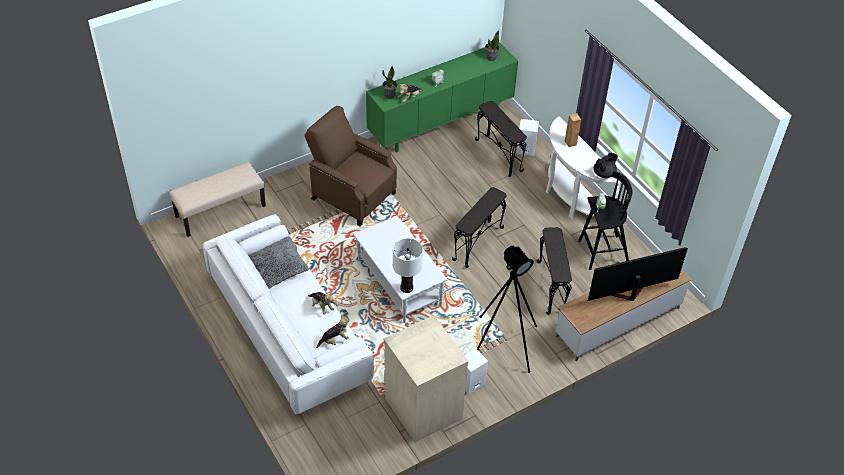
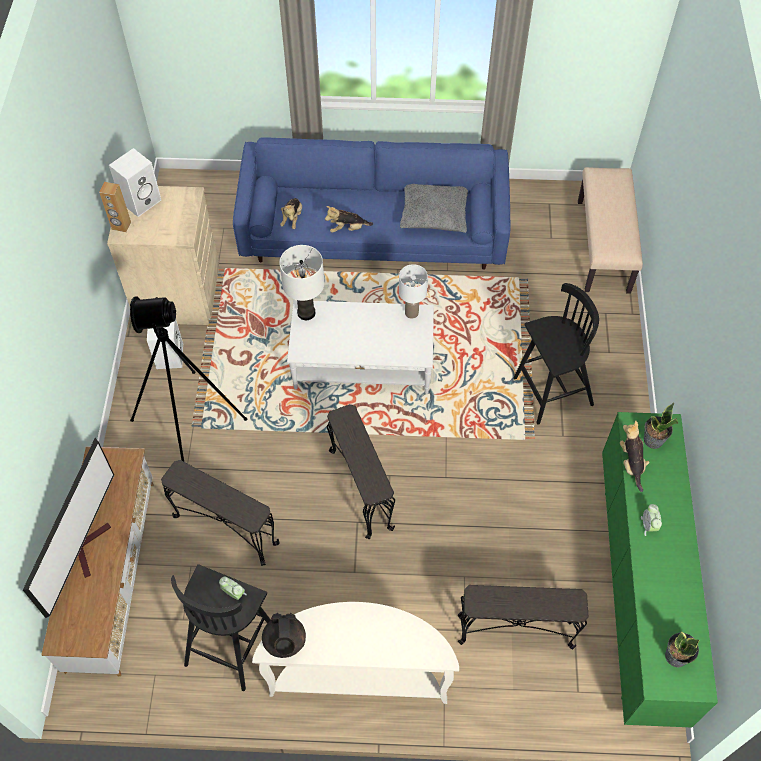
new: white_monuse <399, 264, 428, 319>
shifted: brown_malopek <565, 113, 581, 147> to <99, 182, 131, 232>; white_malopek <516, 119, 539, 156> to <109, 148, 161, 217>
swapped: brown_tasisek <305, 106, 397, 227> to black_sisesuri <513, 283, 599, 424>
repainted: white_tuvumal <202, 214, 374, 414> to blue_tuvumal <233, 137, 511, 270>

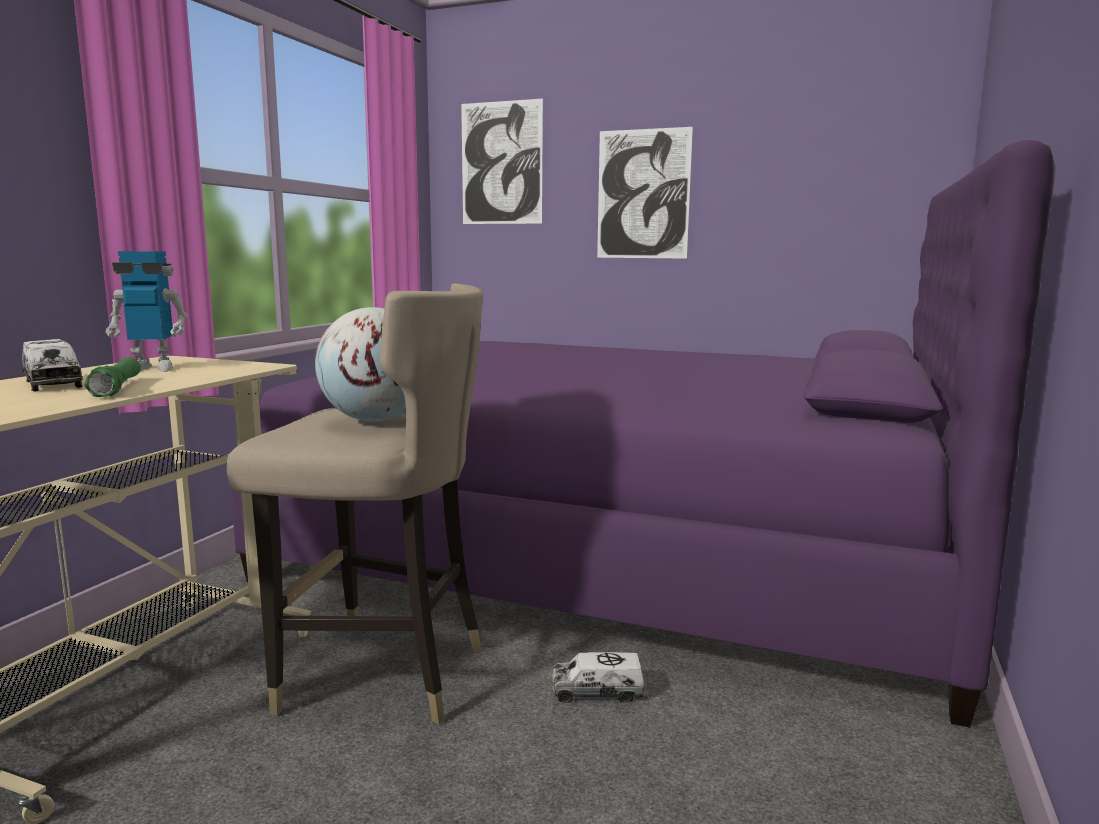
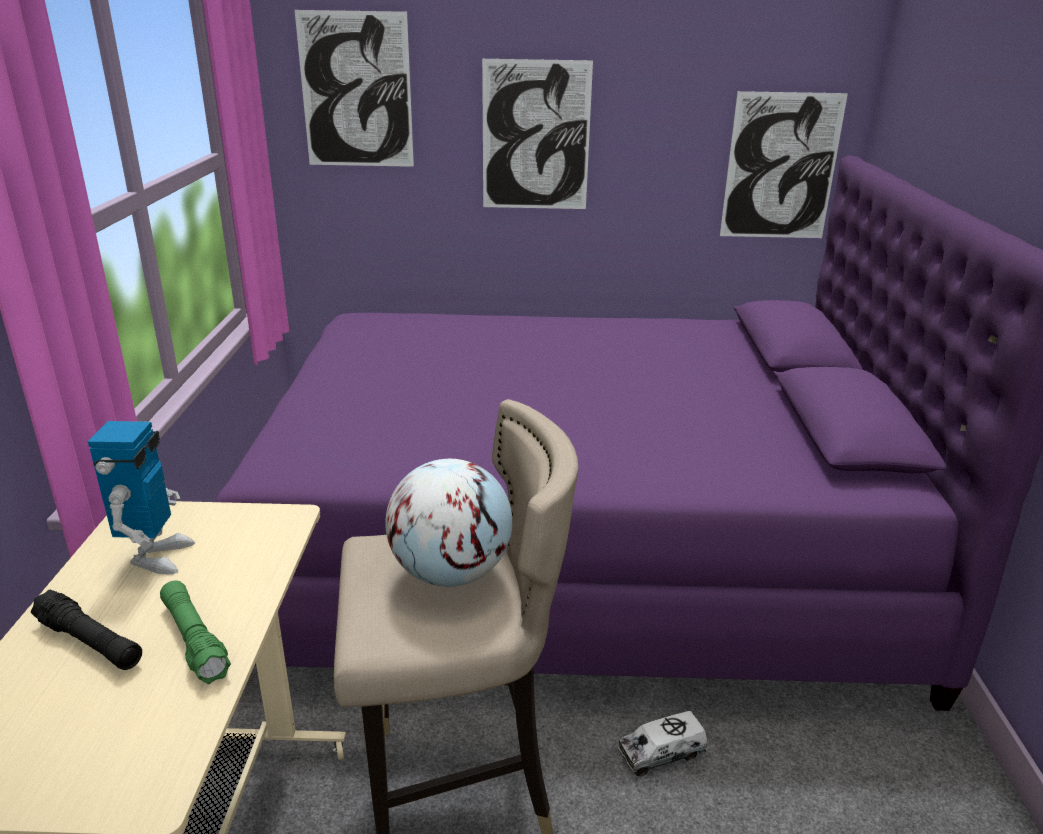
new: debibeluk <720, 91, 848, 238>
swapped: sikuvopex <22, 339, 83, 391> to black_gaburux <31, 590, 142, 670>
rotated: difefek <106, 251, 188, 372> = <88, 421, 195, 574> 60 degrees counterclockwise

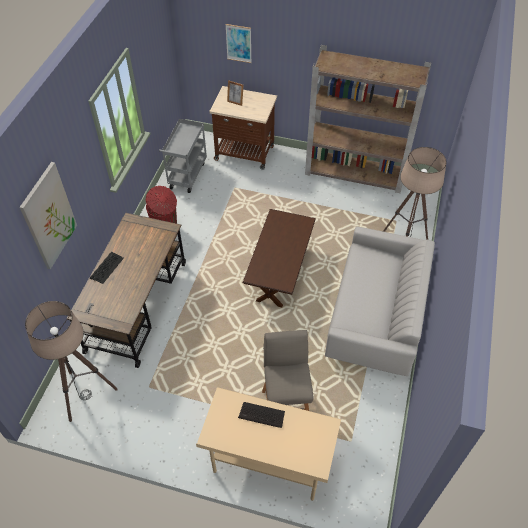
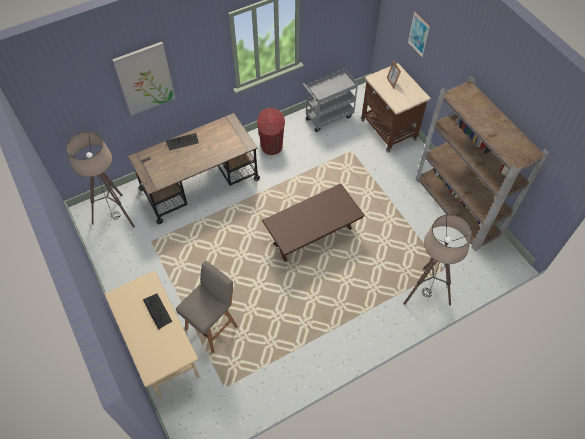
gone: grey_tuvumal <325, 227, 435, 376>

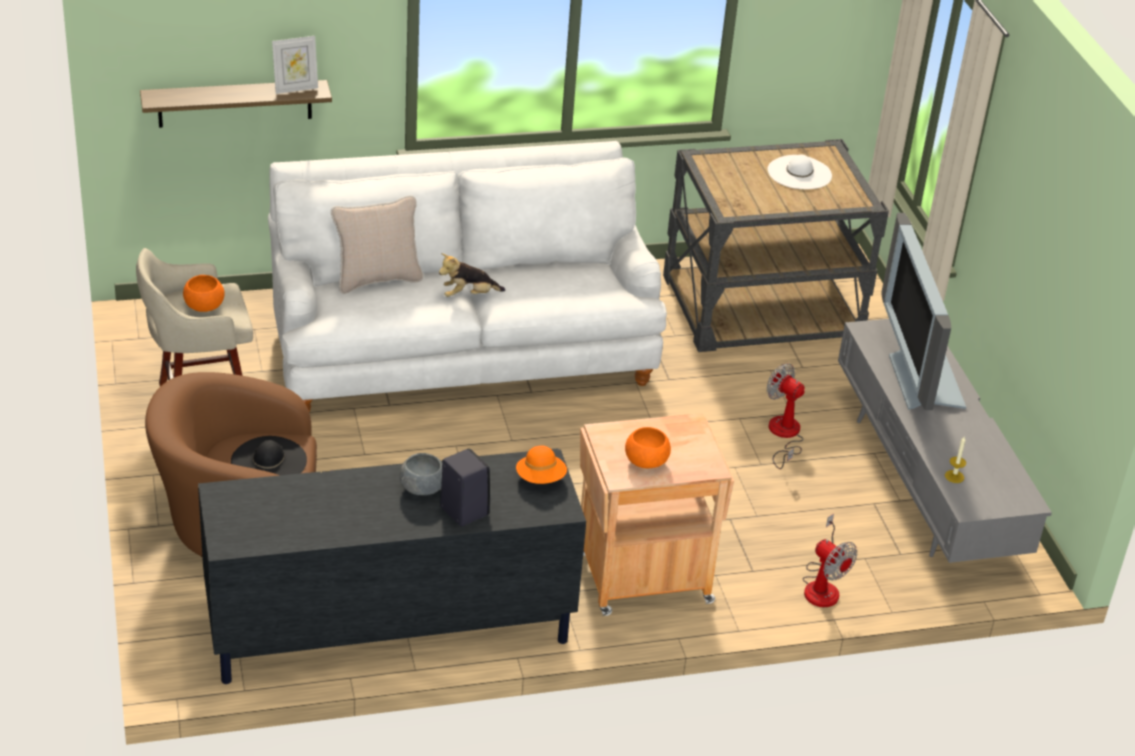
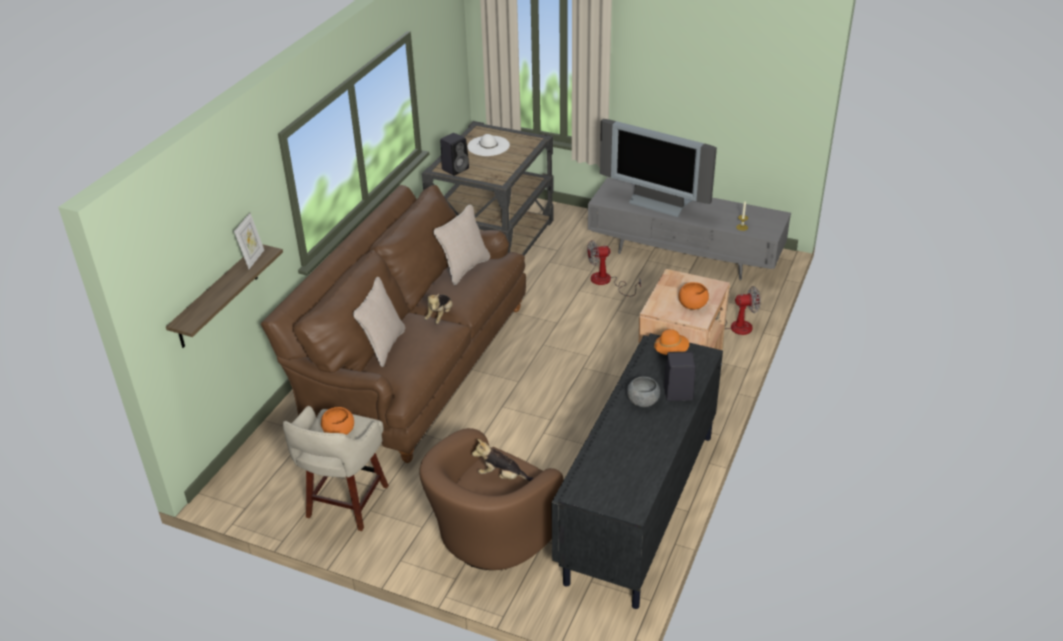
new: black_malopek <440, 133, 469, 176>; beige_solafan <434, 205, 490, 285>
swapped: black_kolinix <231, 436, 307, 475> to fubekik <472, 439, 533, 481>
repainted: white_tuvumal <268, 141, 667, 412> to brown_tuvumal <261, 185, 526, 463>

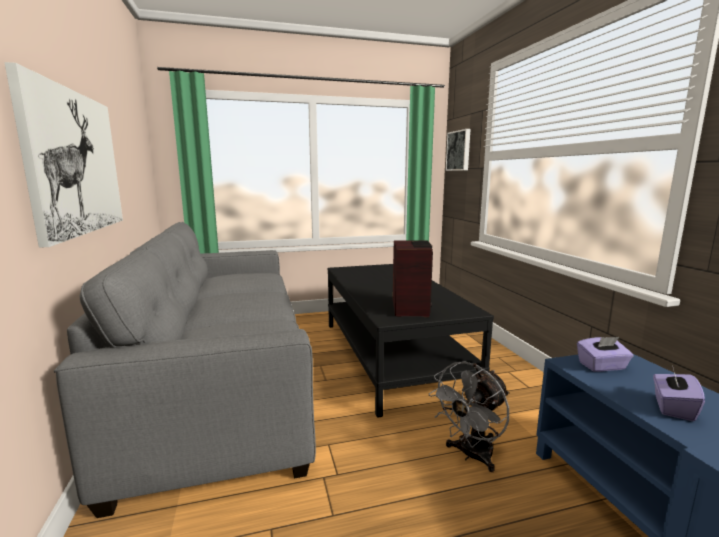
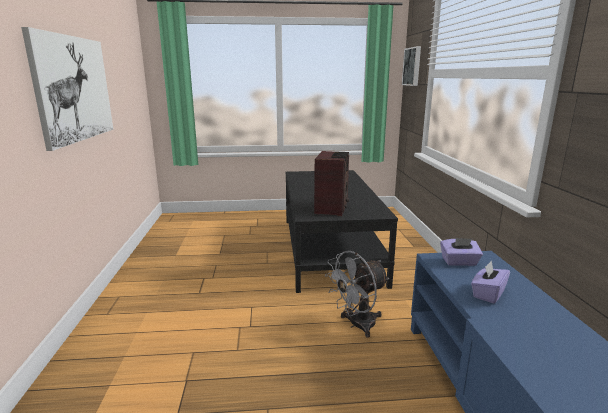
gone: grey_tuvumal <54, 222, 316, 518>

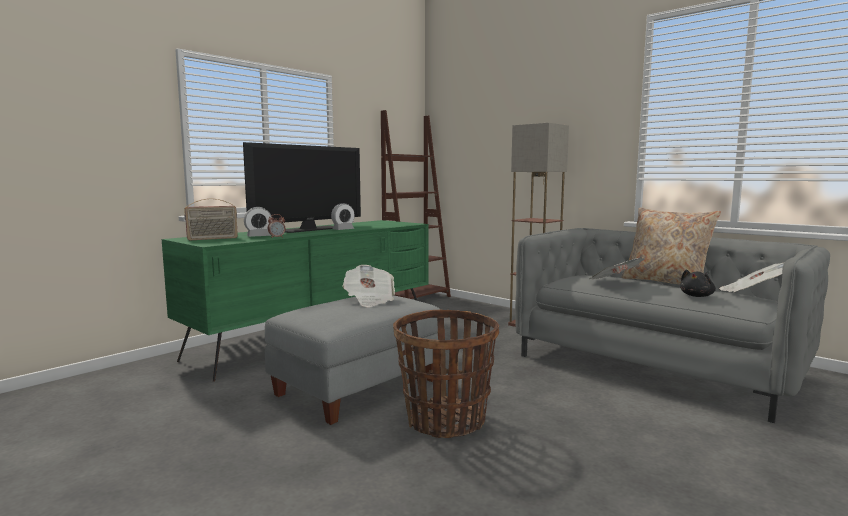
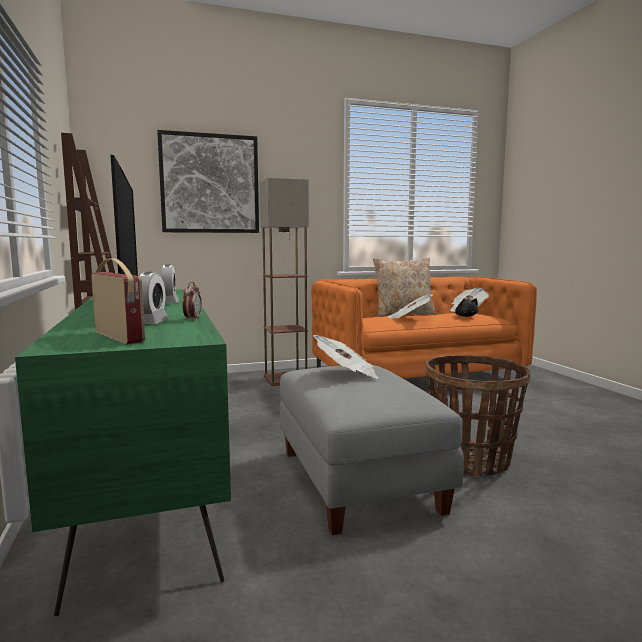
new: debibeluk <157, 130, 259, 233>
repainted: grey_tuvumal <515, 228, 830, 423> to orange_tuvumal <311, 276, 537, 378>
rotated: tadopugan <184, 199, 238, 240> = <91, 258, 145, 344> 45 degrees counterclockwise

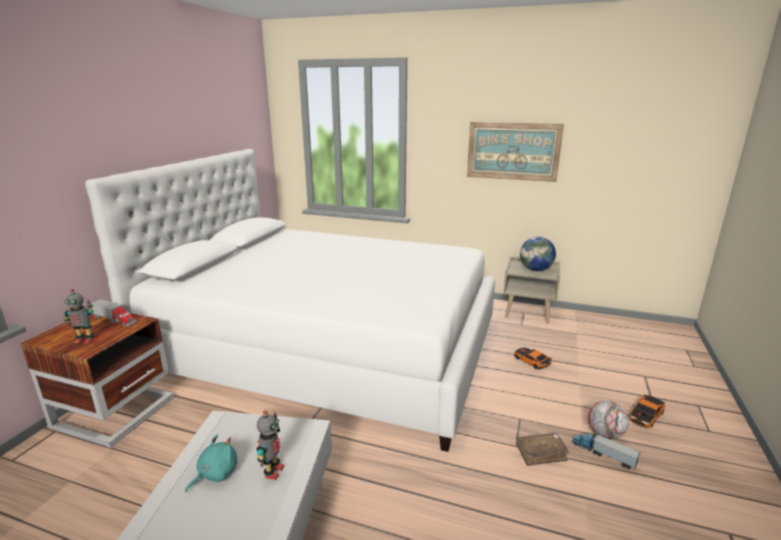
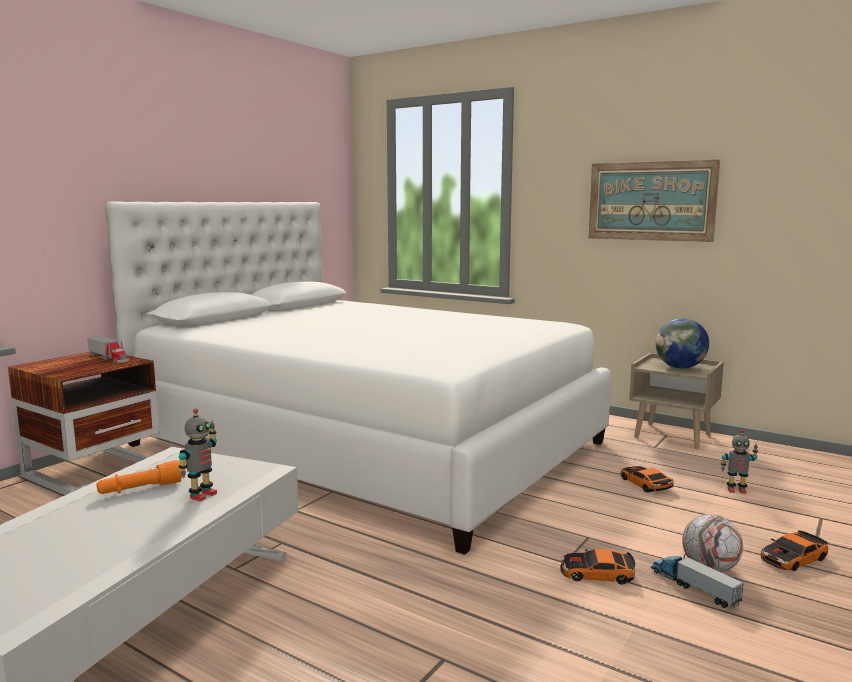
shifted: difefek <63, 289, 94, 344> to <721, 429, 758, 494>
swapped: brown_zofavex <516, 433, 570, 466> to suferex <560, 549, 636, 585>; turquoise_fubekik <185, 435, 237, 492> to orange_gaburux <97, 460, 183, 494>

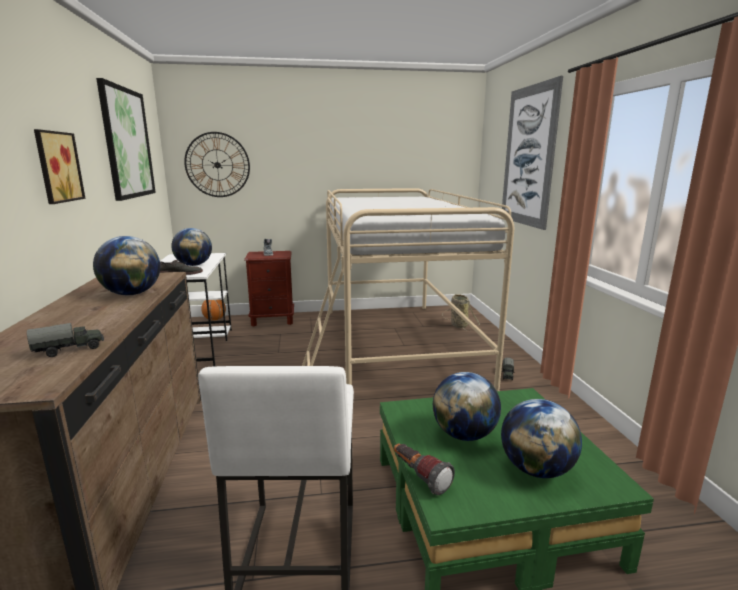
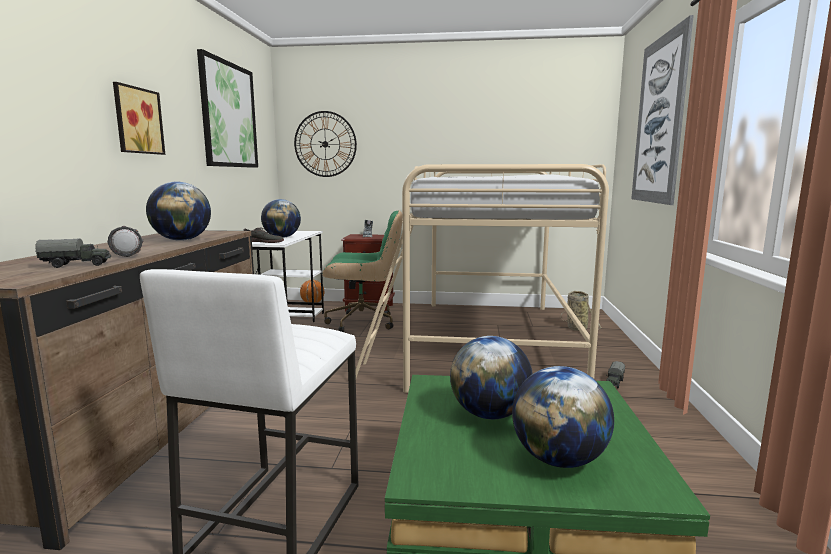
new: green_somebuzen <322, 210, 402, 332>
shifted: gaburux <394, 443, 455, 495> to <107, 226, 143, 257>

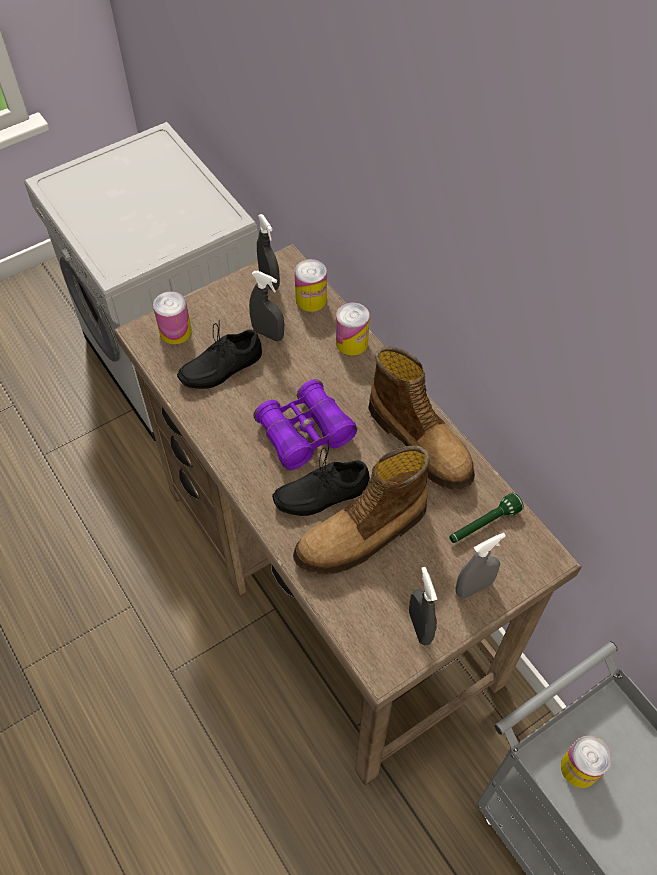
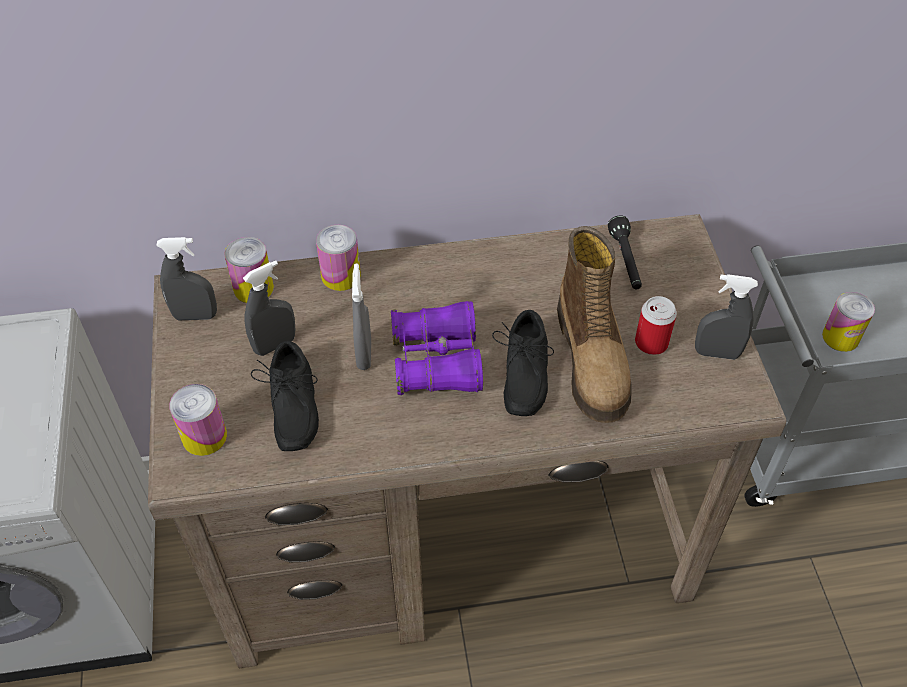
gone: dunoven <368, 346, 475, 490>
new: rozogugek <635, 296, 677, 355>
shifted: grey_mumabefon <456, 533, 506, 599> to <352, 264, 371, 370>
repainted: green_gaburux <449, 493, 524, 543> to black_gaburux <608, 215, 642, 290>

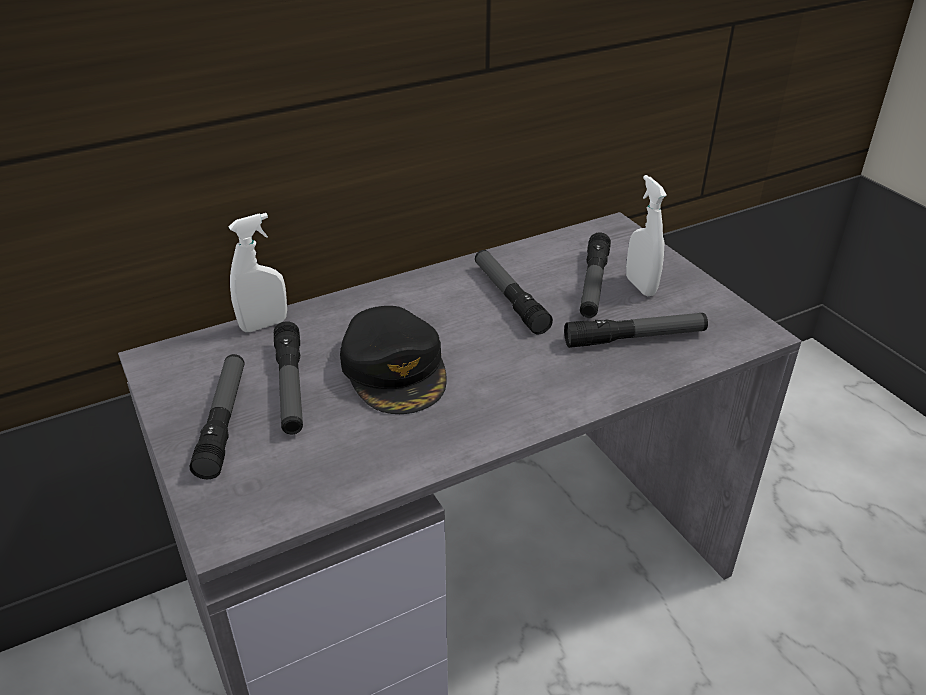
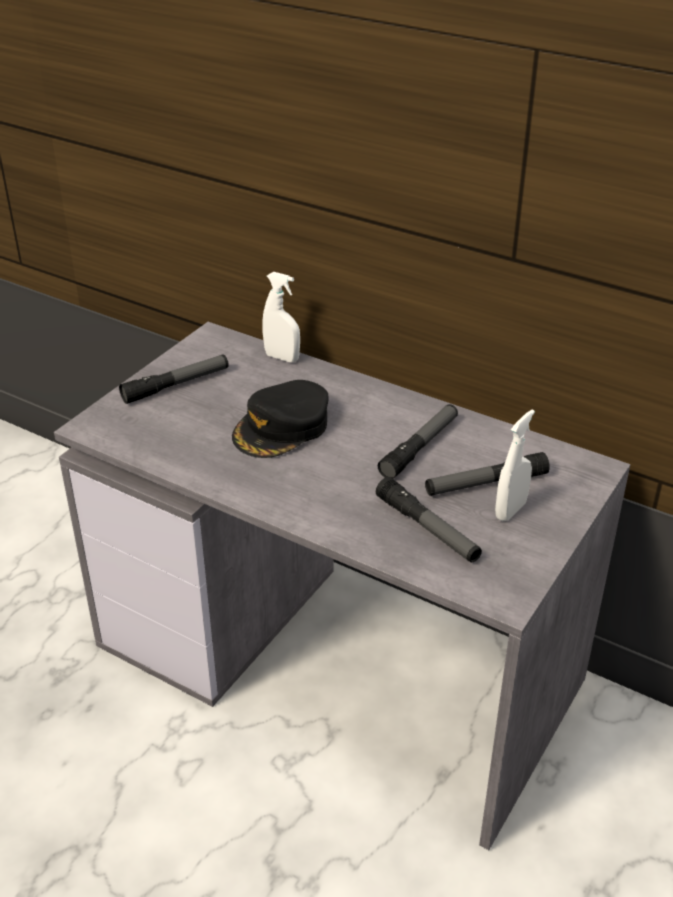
gone: gaburux <274, 321, 303, 434>

